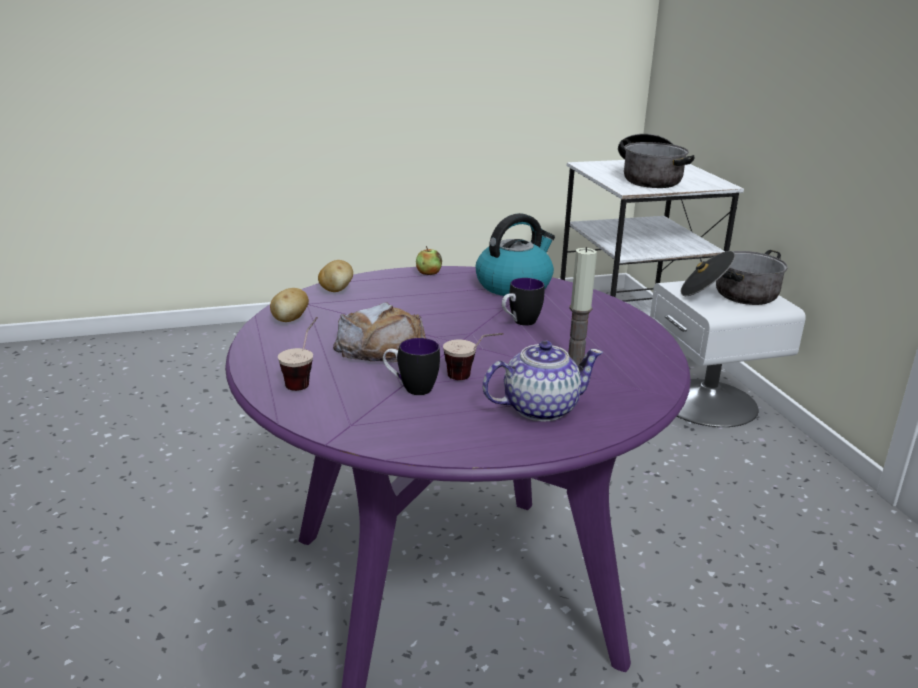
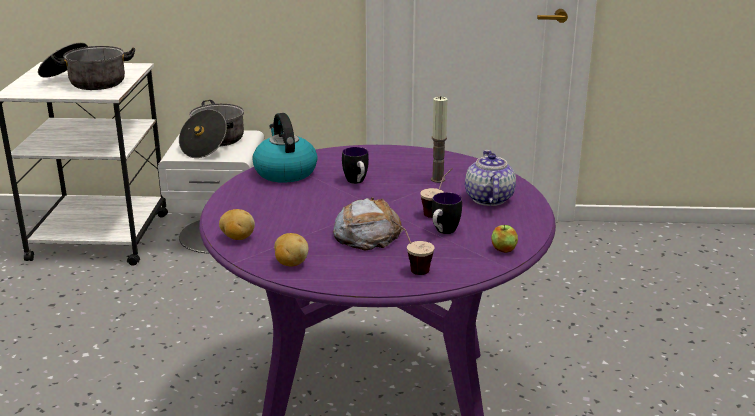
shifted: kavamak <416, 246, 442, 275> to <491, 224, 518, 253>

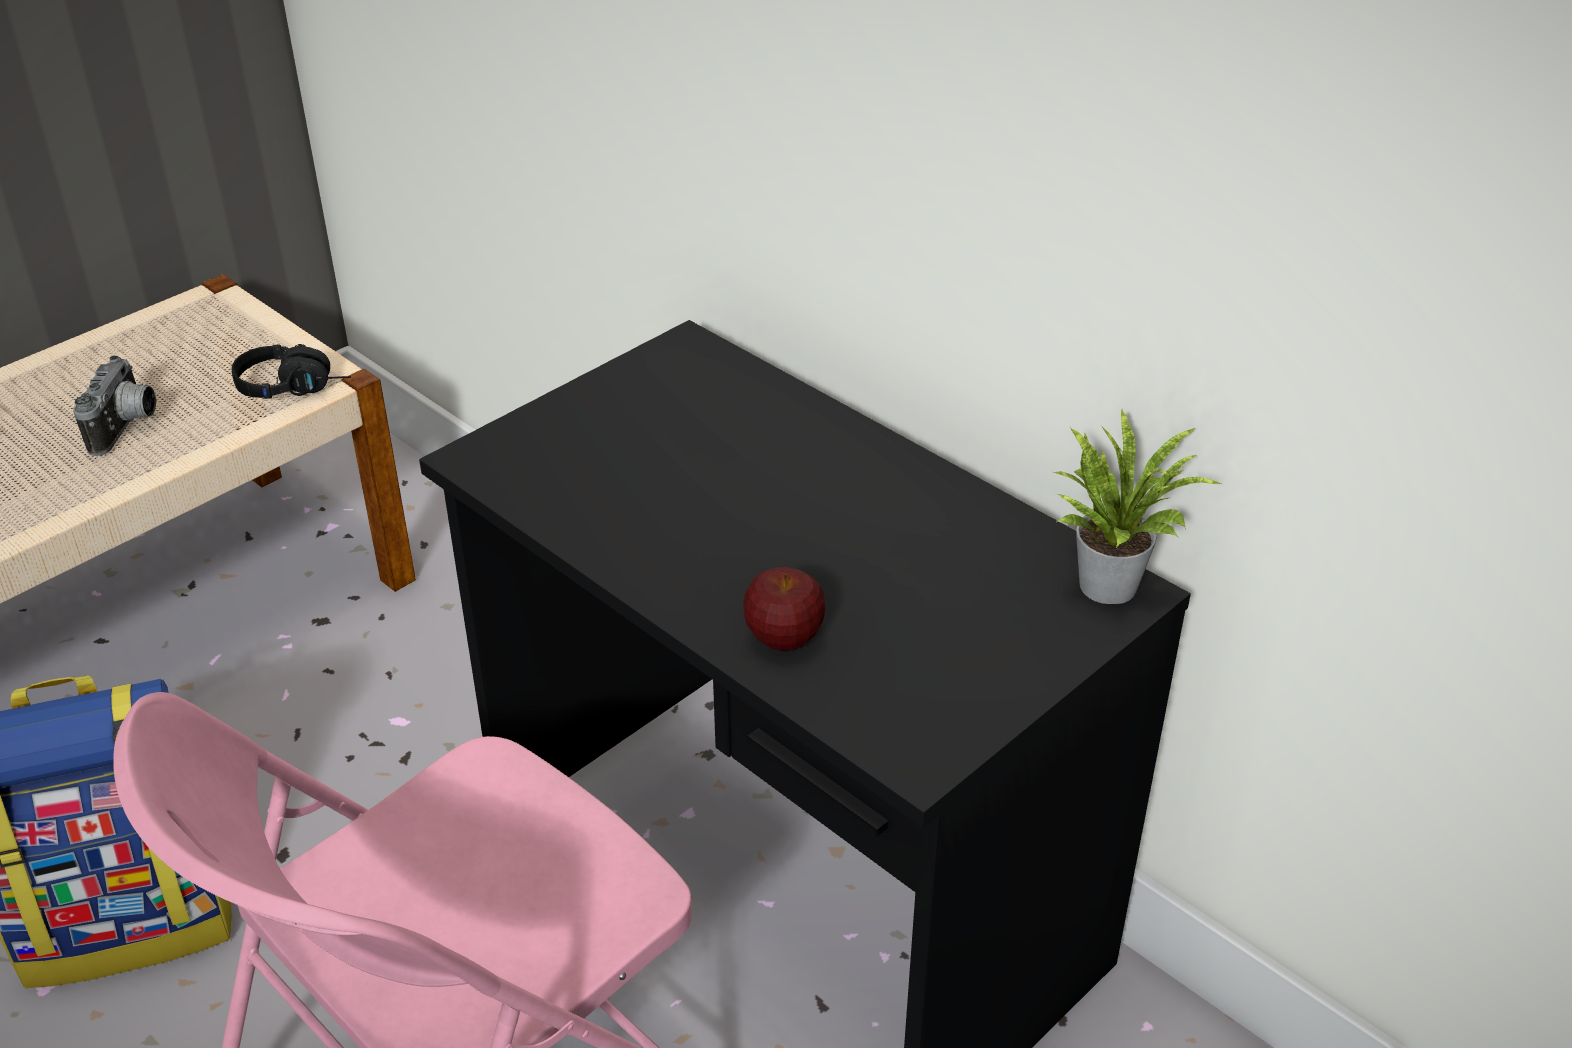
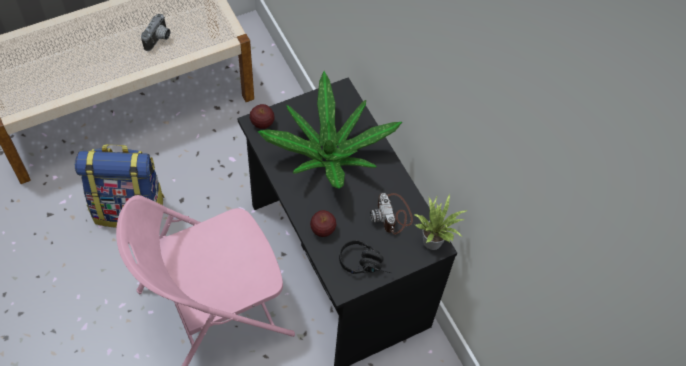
new: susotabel <258, 71, 402, 189>; kavamak <250, 104, 275, 129>; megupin <370, 193, 413, 235>
shifted: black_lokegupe <232, 344, 351, 399> to <339, 240, 392, 274>

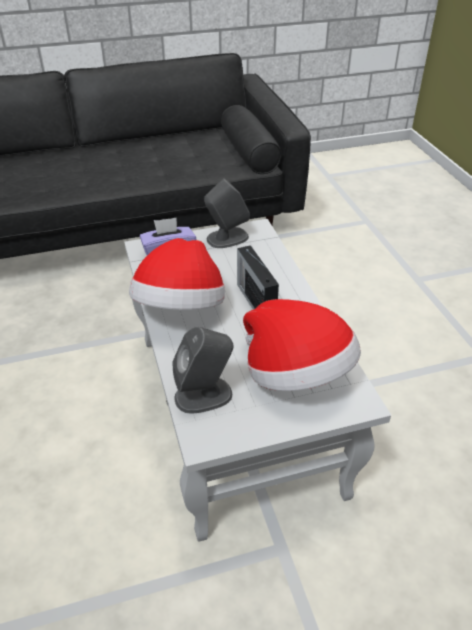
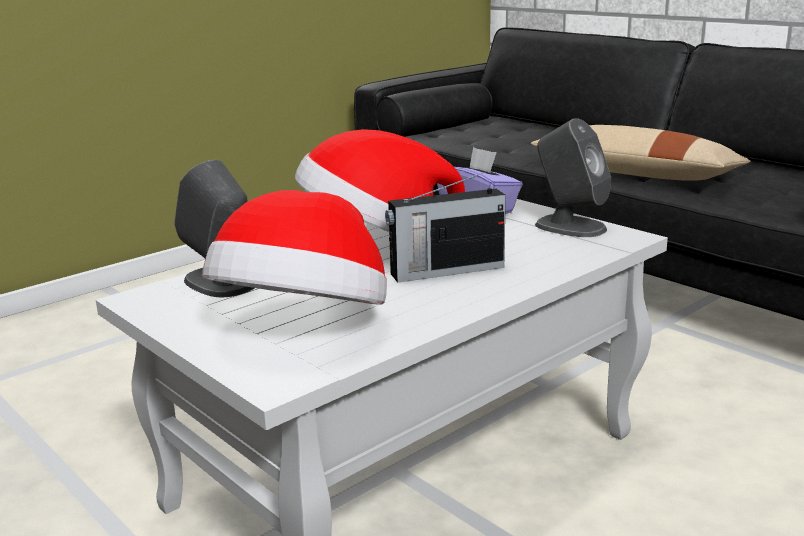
new: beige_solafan <531, 125, 750, 181>
rotated: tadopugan <237, 245, 279, 310> = <385, 171, 506, 283> 150 degrees counterclockwise

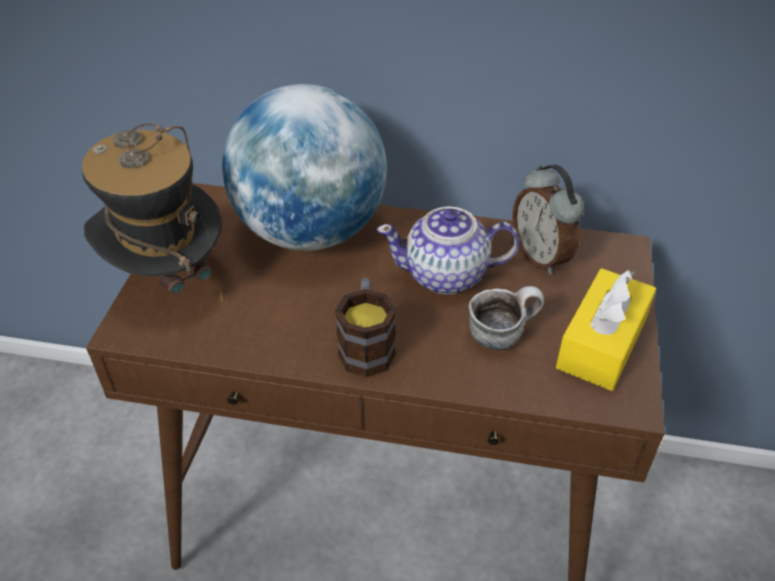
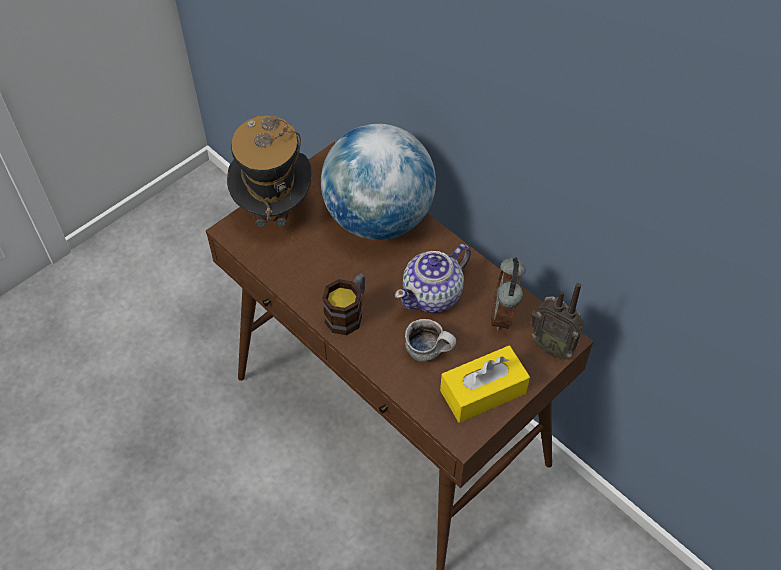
new: tadopugan <530, 283, 584, 360>
rotated: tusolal <376, 206, 520, 294> = <395, 244, 471, 313> 75 degrees counterclockwise

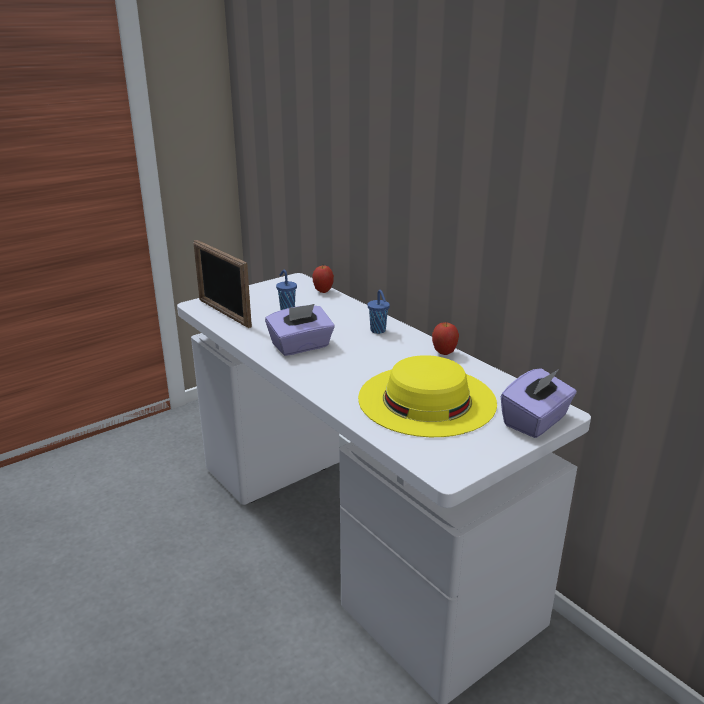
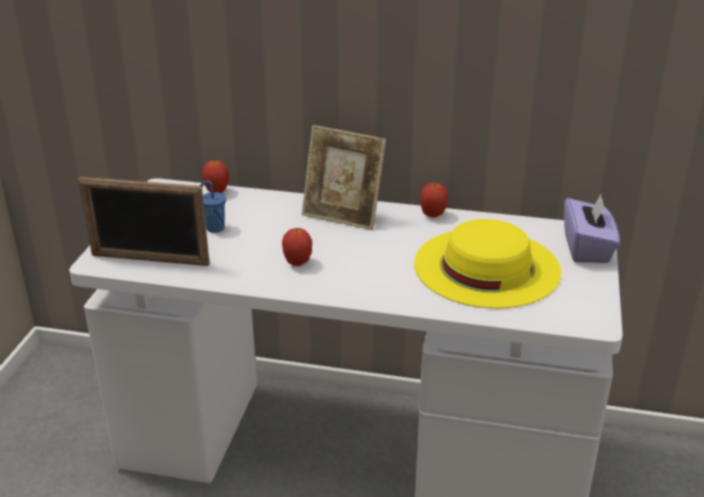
swapped: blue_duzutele <367, 290, 390, 334> to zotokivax <302, 125, 386, 230>; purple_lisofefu <265, 304, 335, 356> to kavamak <282, 228, 312, 266>

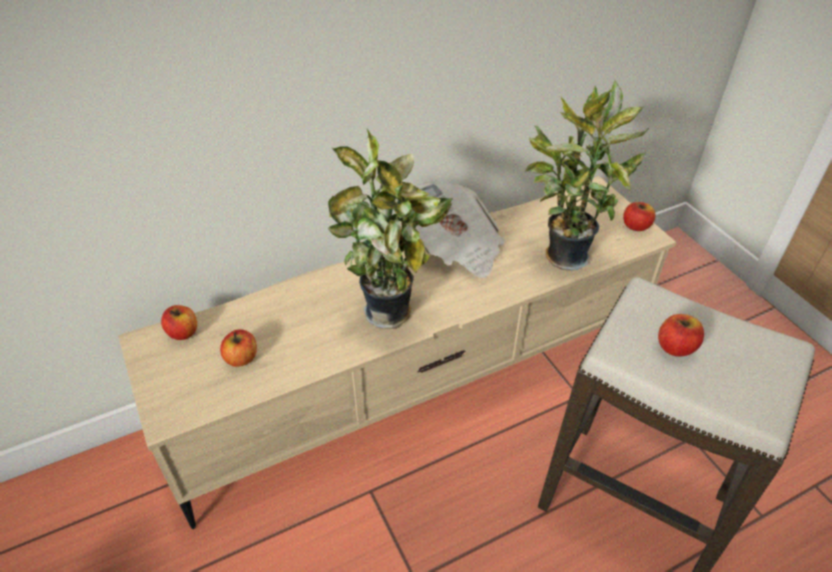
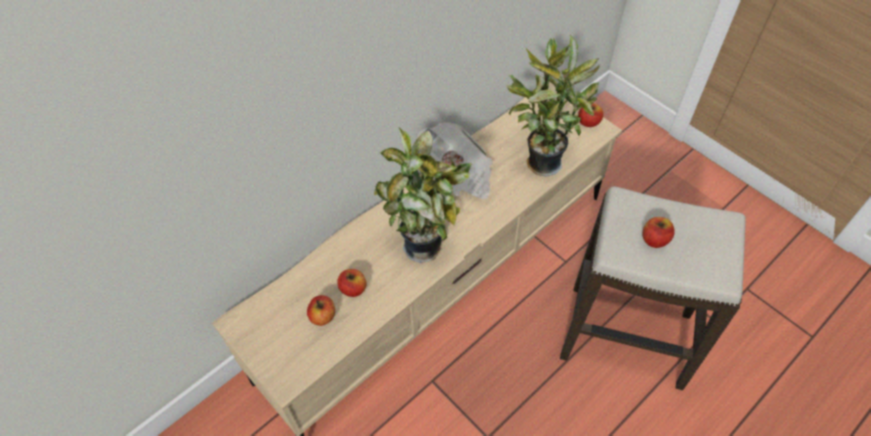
shifted: kavamak <161, 305, 197, 340> to <337, 269, 366, 297>

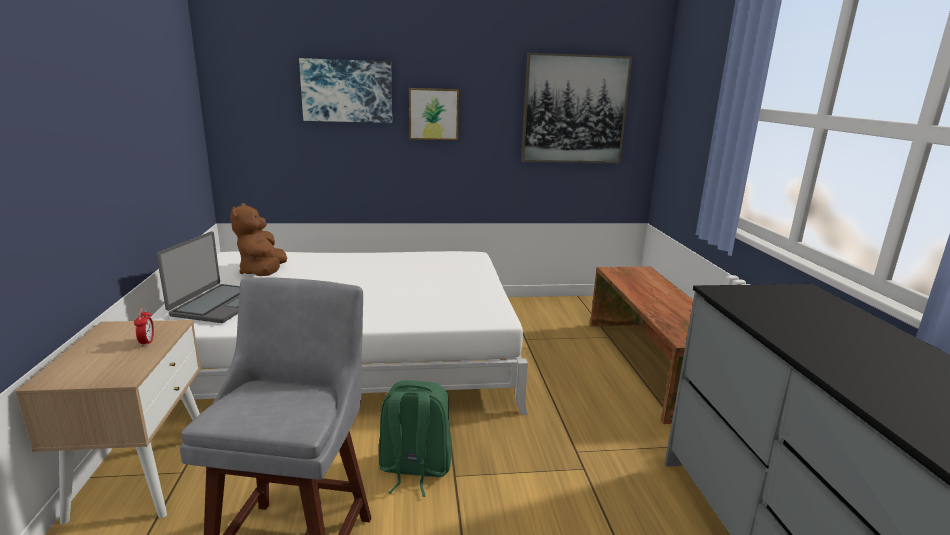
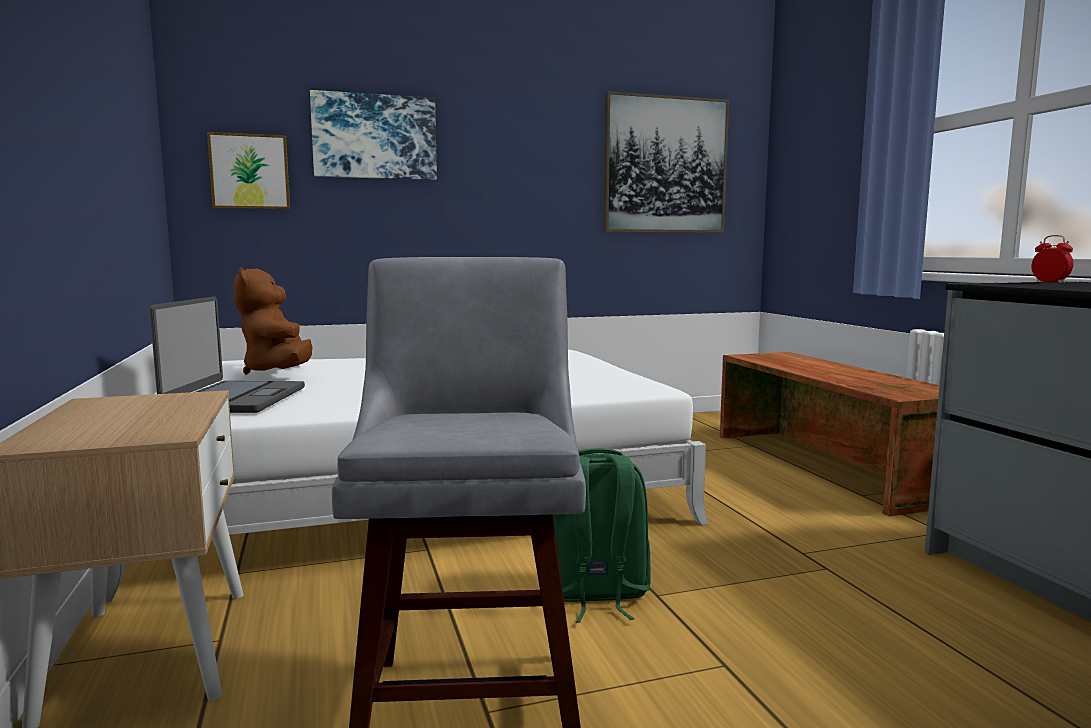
shifted: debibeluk <409, 88, 459, 140> to <207, 132, 290, 209>; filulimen <134, 308, 154, 347> to <1031, 235, 1074, 284>

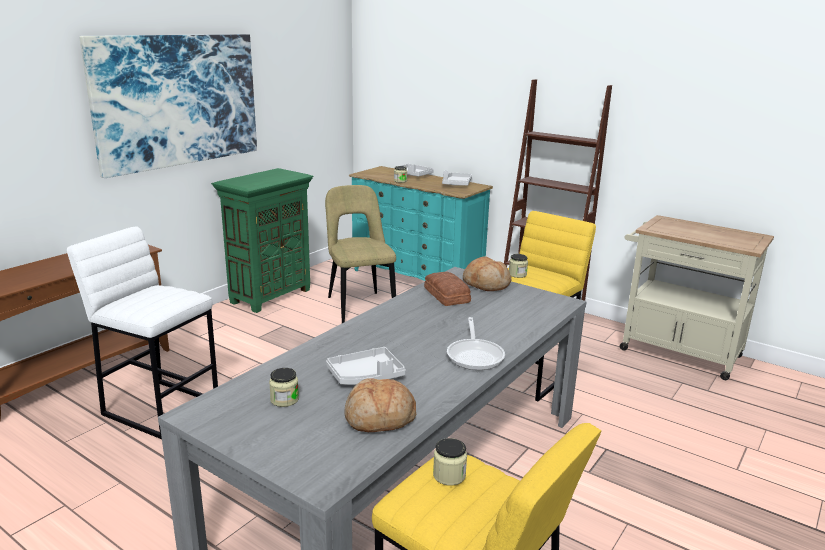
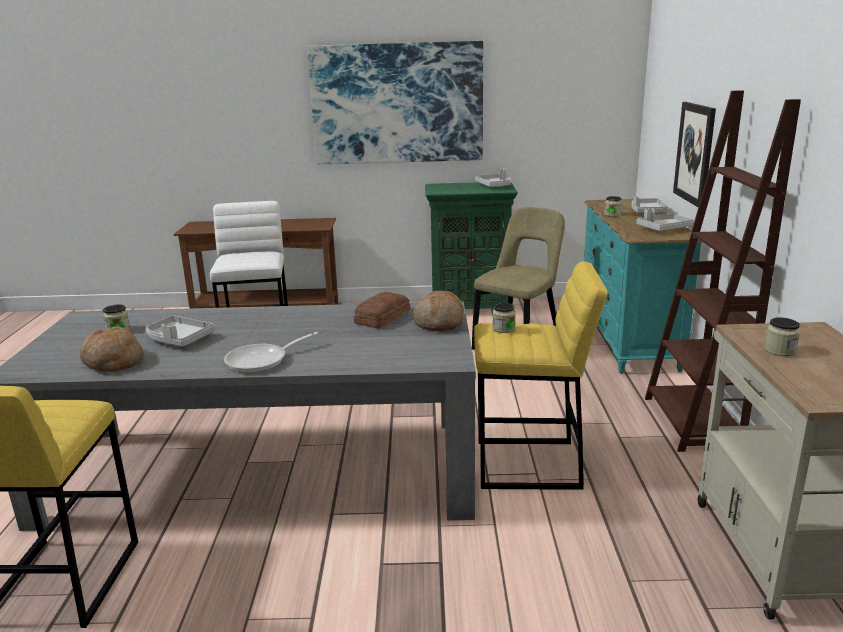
new: debibeluk <673, 102, 716, 207>; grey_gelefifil <475, 168, 511, 187>
shifted: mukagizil <433, 438, 467, 486> to <764, 317, 800, 356>

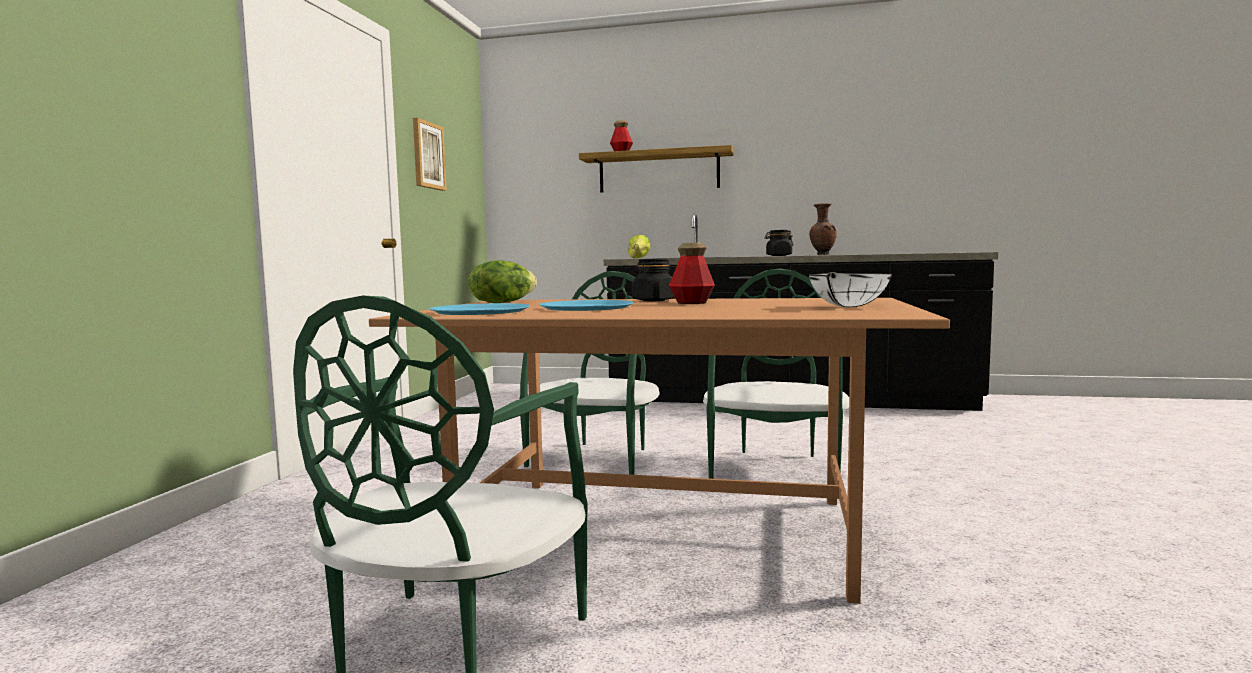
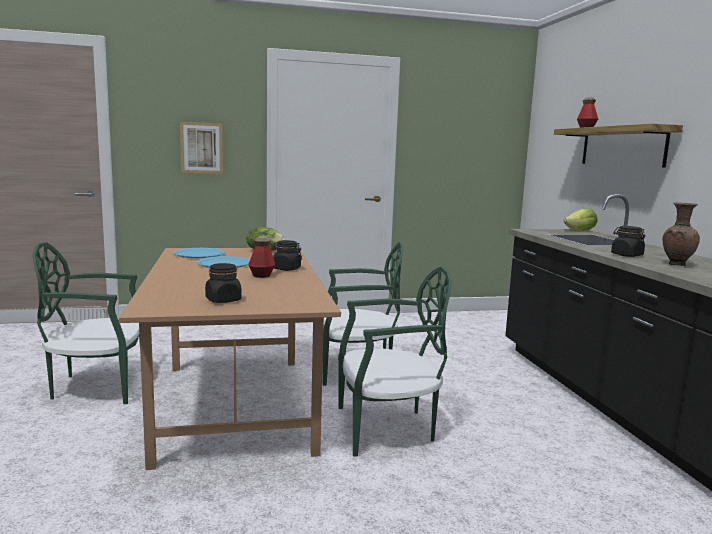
shifted: debibeluk <413, 118, 446, 191> to <180, 122, 223, 174>
swapped: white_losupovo <809, 272, 892, 307> to black_mukagizil <205, 263, 242, 303>

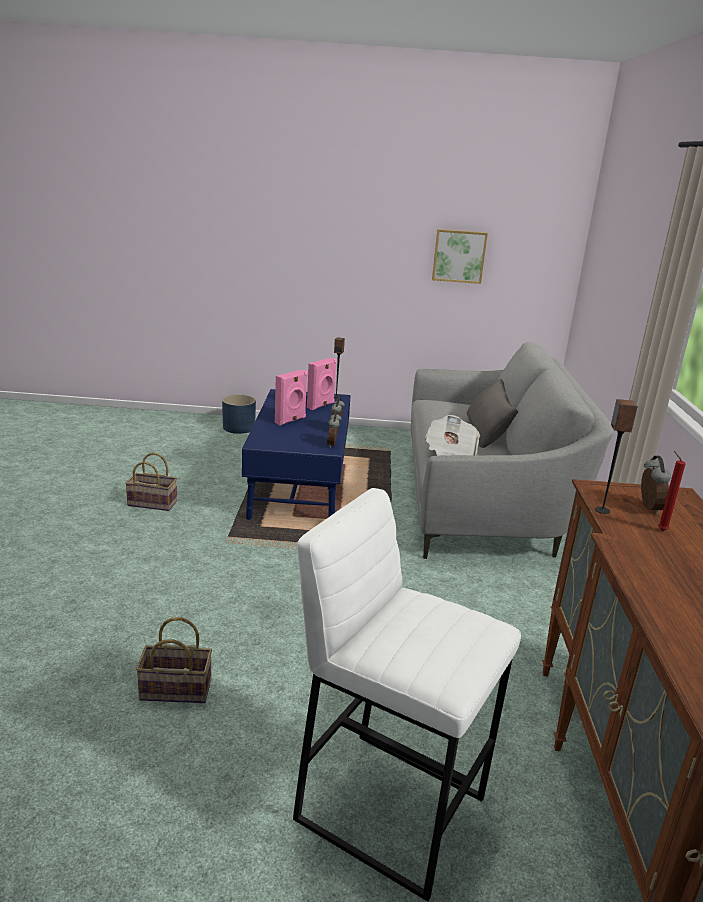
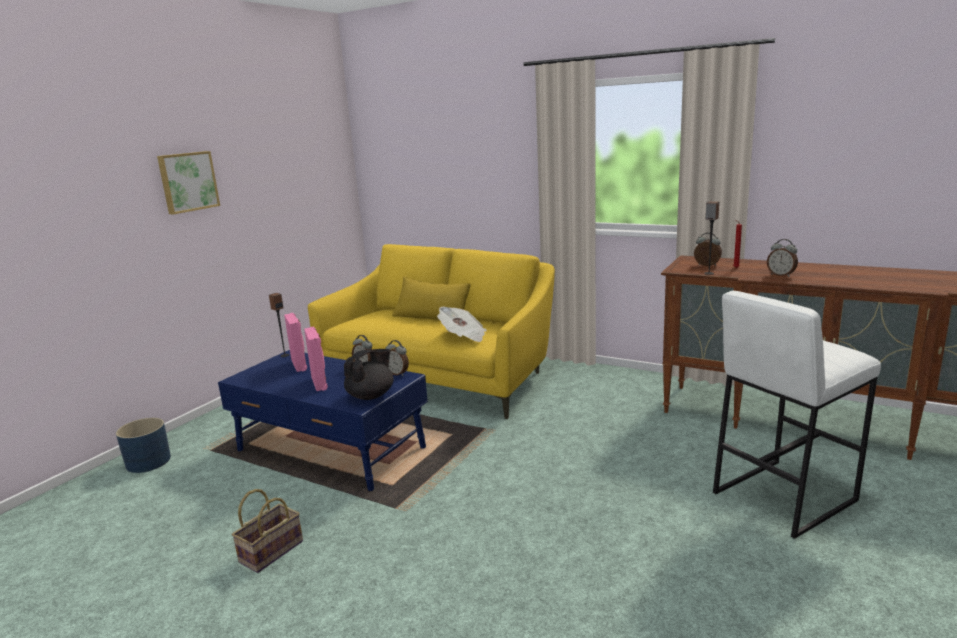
gone: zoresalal <136, 617, 212, 703>
new: filulimen <767, 239, 798, 277>; black_tusolal <344, 349, 394, 400>
shifted: debibeluk <432, 229, 488, 284> to <157, 151, 220, 214>
repainted: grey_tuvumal <411, 342, 614, 559> to yellow_tuvumal <308, 244, 555, 419>

